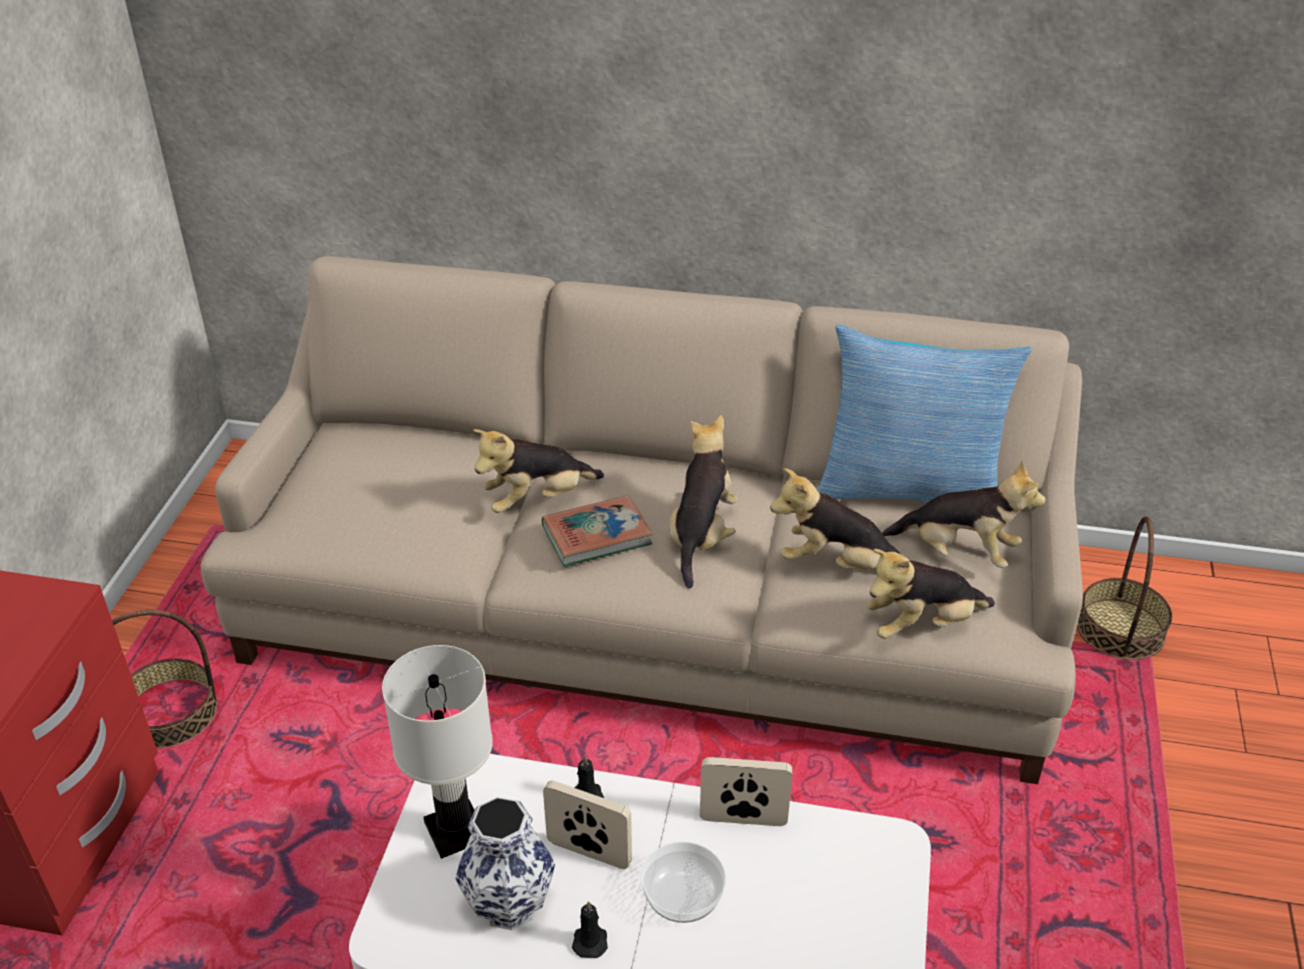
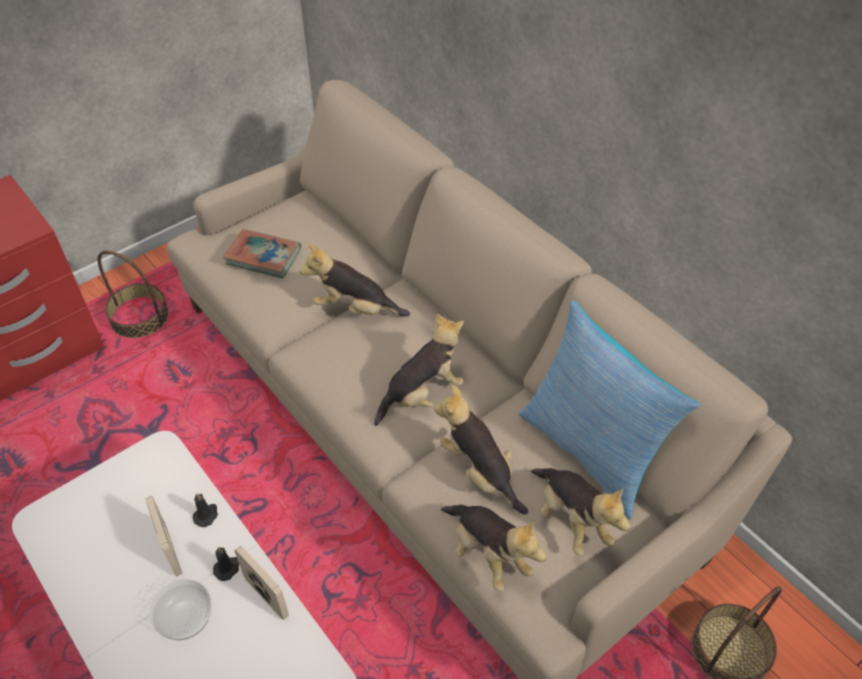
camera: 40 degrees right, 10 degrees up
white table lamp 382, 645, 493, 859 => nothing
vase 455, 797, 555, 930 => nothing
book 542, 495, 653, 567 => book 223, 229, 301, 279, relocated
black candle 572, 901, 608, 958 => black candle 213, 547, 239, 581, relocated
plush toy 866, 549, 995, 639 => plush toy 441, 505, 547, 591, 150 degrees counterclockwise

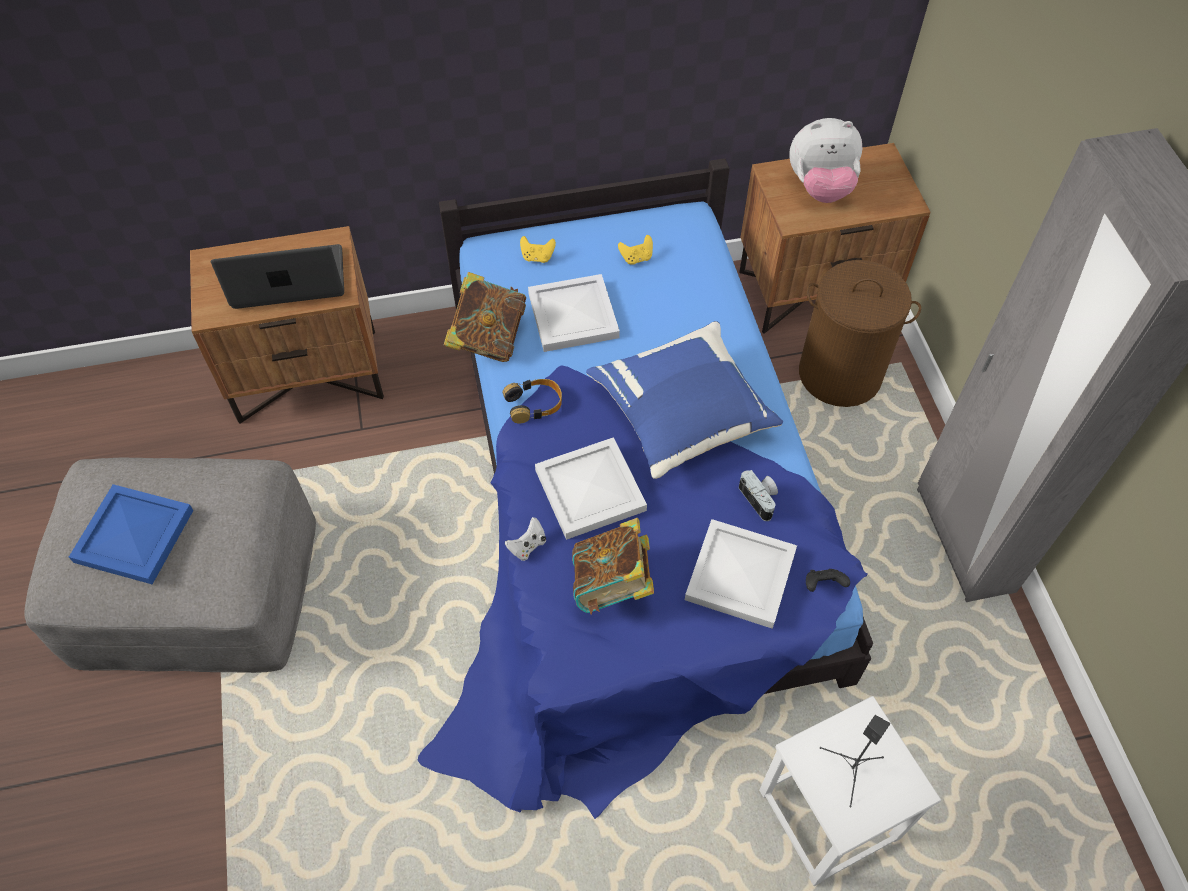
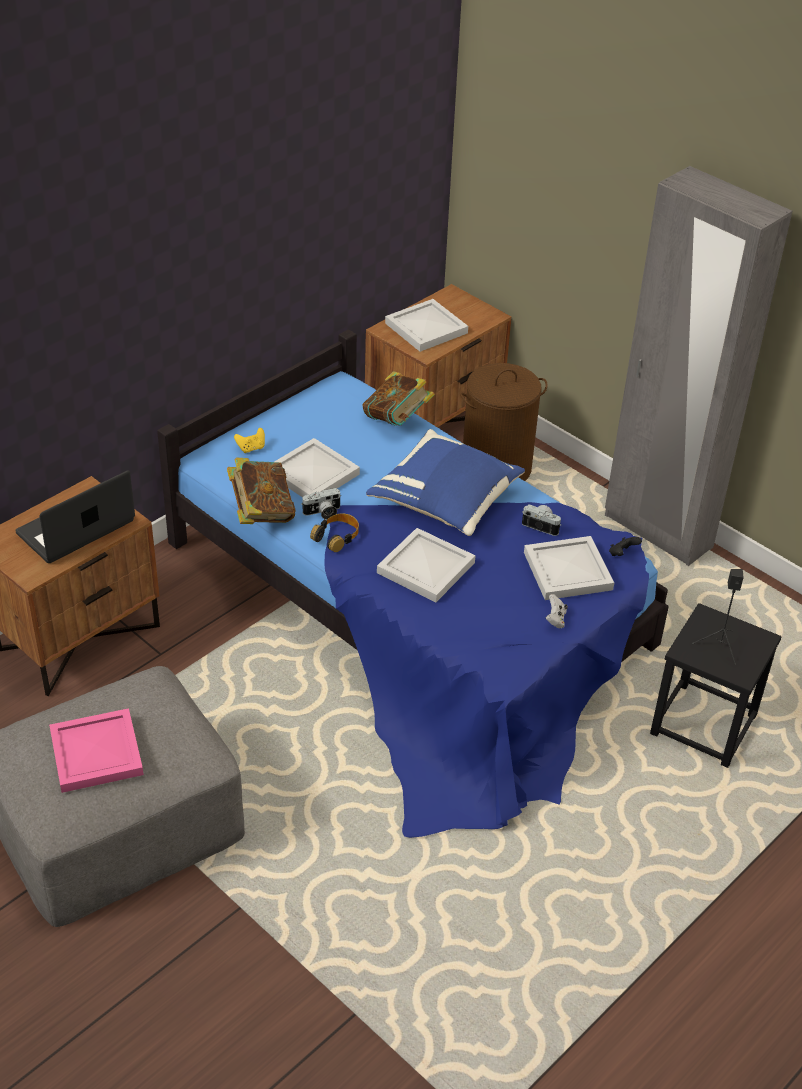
camera: 35 degrees left, 15 degrees down
yellow game controller 618, 235, 653, 265 => nothing
nothing => photo camera 301, 488, 340, 520
white game controller 505, 517, 546, 561 => white game controller 546, 594, 568, 628, relocated
book 572, 518, 654, 615 => book 362, 371, 435, 426, relocated
plush toy 789, 118, 862, 203 => white tray 385, 299, 468, 352
blue tray 69, 484, 194, 584 => pink tray 49, 708, 144, 793
white stool 759, 696, 941, 886 => black stool 650, 603, 781, 768

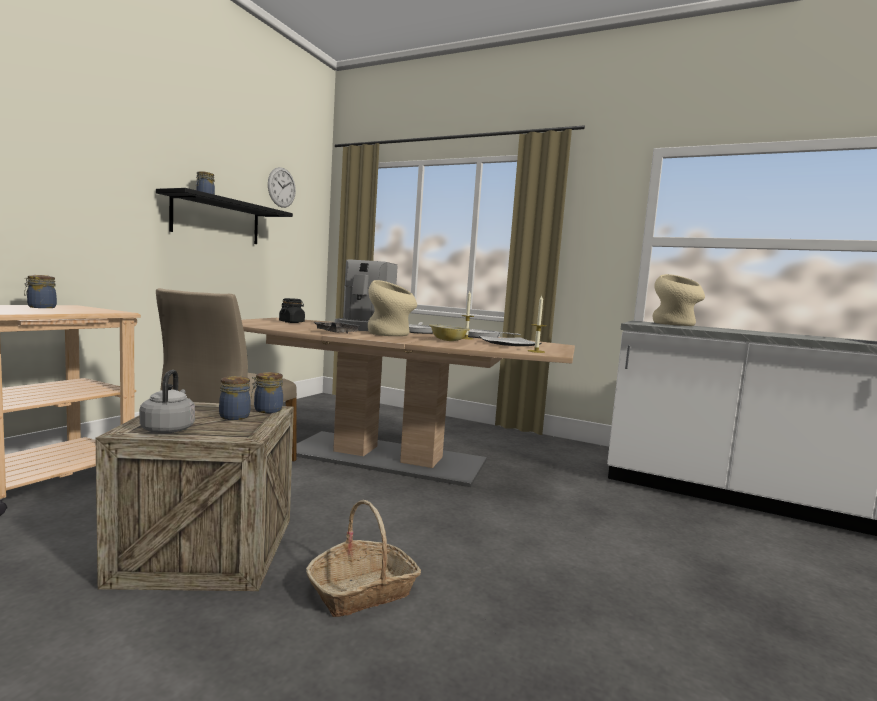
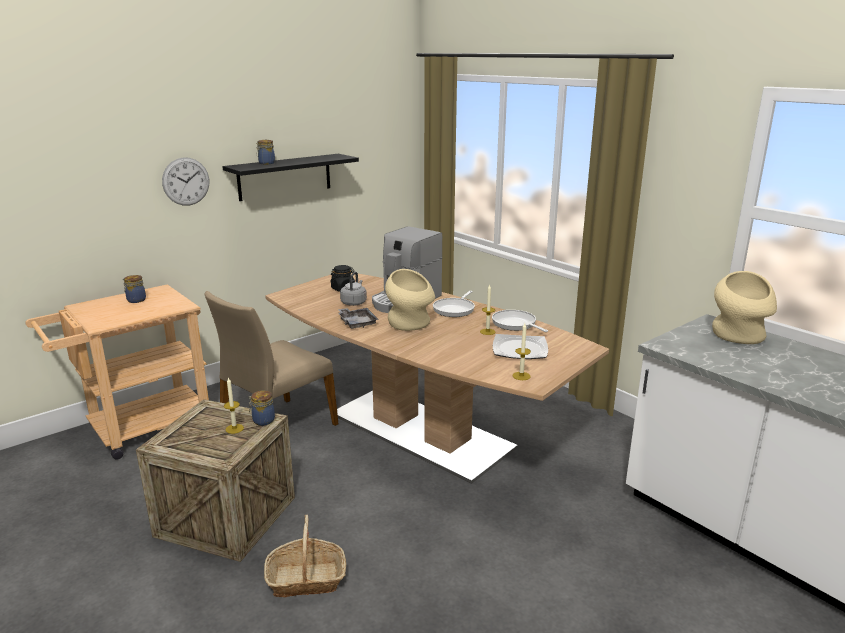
camera: 25 degrees right, 15 degrees up
bowl 429, 324, 470, 341 => nothing
grey kettle 140, 370, 195, 433 => grey kettle 340, 272, 367, 306, relocated
wall clock 268, 167, 296, 208 => wall clock 162, 157, 209, 206, relocated
jar 219, 376, 251, 420 => candle 224, 378, 244, 434

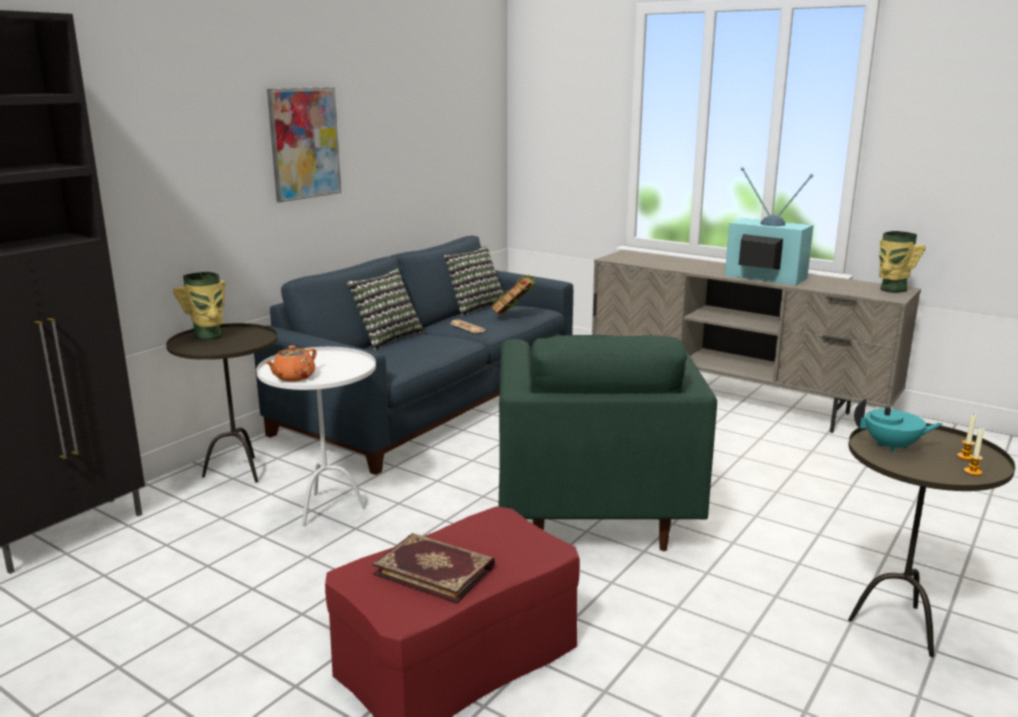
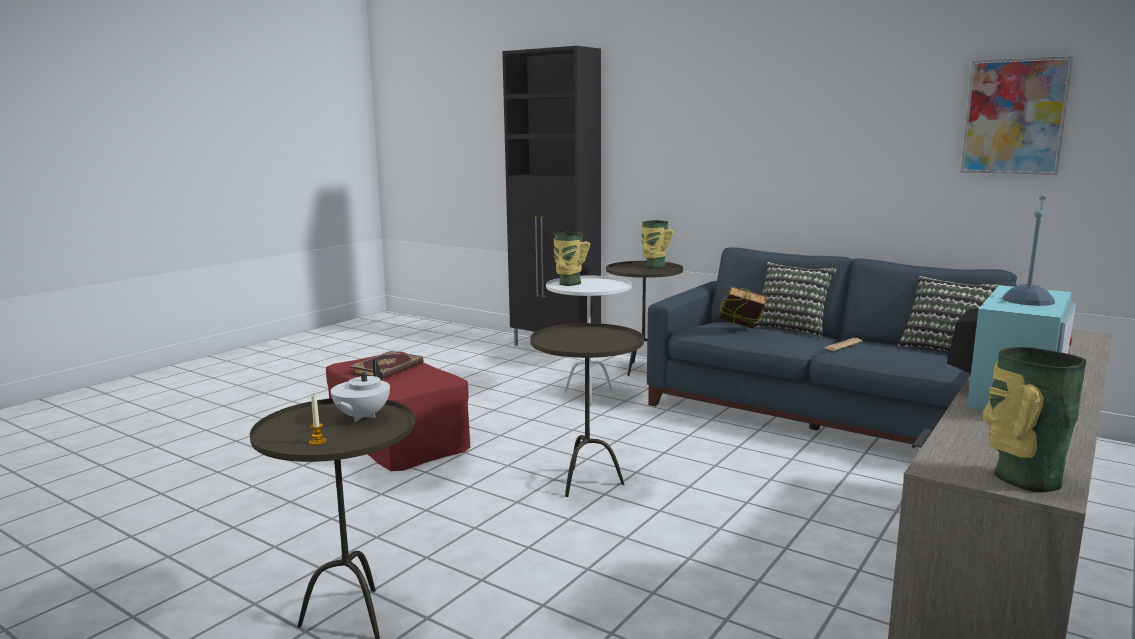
camera: 90 degrees right, 5 degrees down
candle 964, 428, 984, 476 => nothing
picture 267, 87, 341, 202 => picture 961, 56, 1073, 175, relocated
book 491, 275, 536, 315 => book 719, 286, 767, 329, relocated
orange teapot 265, 345, 317, 382 => vase 554, 232, 590, 286
green armchair 498, 335, 717, 551 => brown side table 530, 323, 644, 497
turquoise teapot 854, 398, 943, 453 => white teapot 331, 360, 390, 422

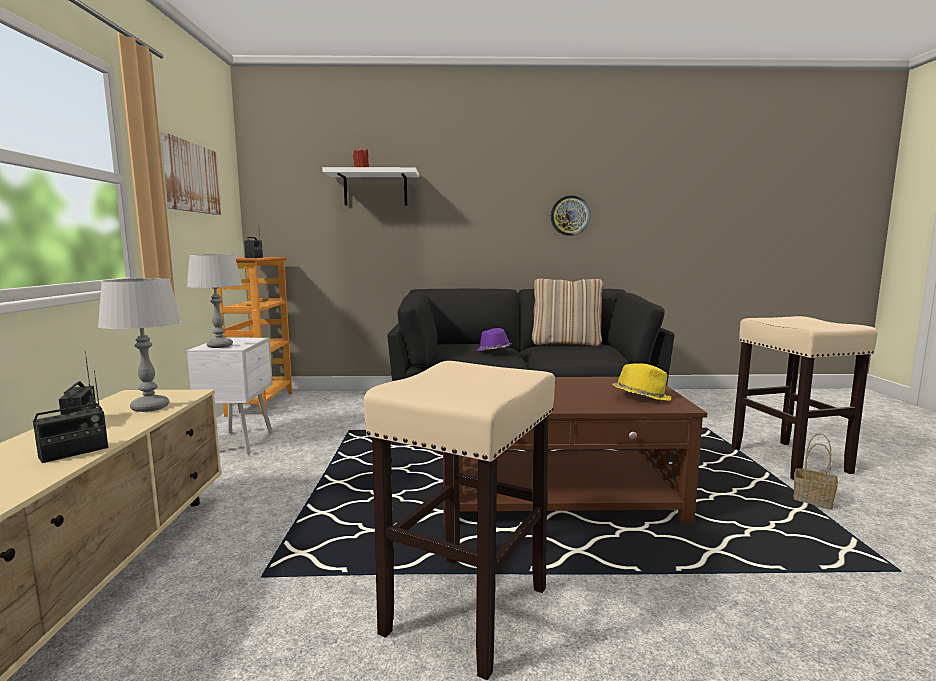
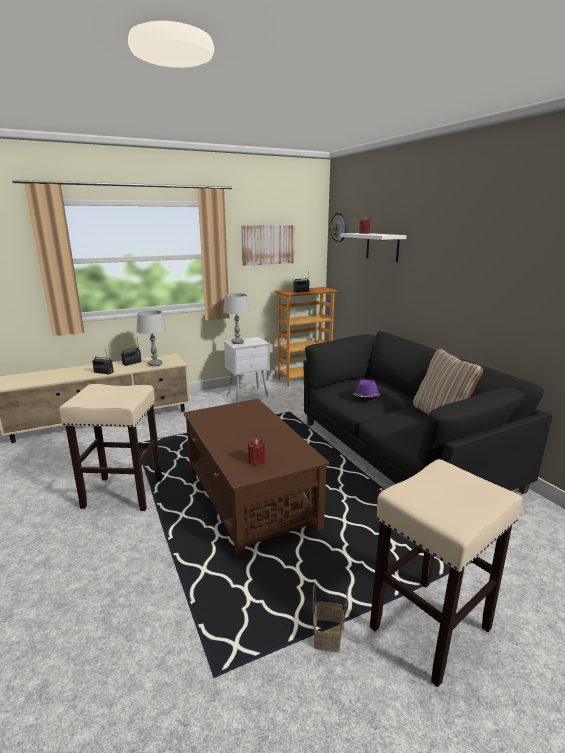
camera: 65 degrees right, 10 degrees up
wall clock 551, 195, 590, 236 => wall clock 330, 213, 347, 242, relocated
yellow hat 612, 363, 671, 401 => red candle 248, 438, 265, 465

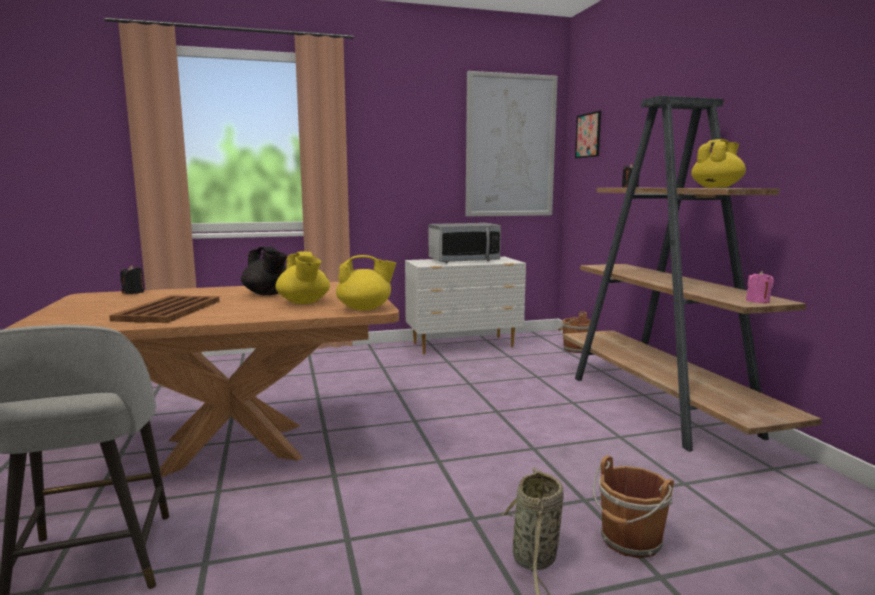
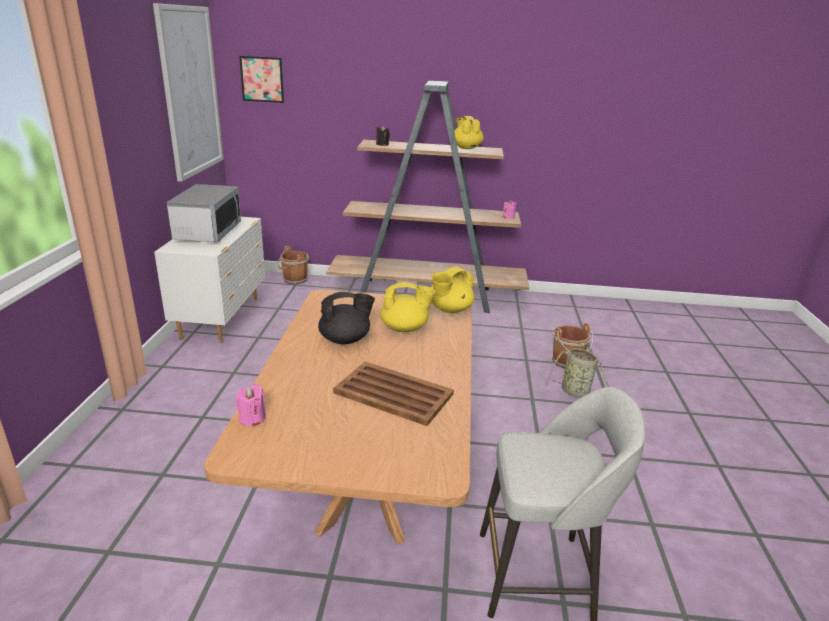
camera: 70 degrees left, 15 degrees up
black candle 120, 265, 144, 294 => pink candle 235, 384, 266, 427
yellow teapot 336, 255, 397, 310 => yellow teapot 430, 266, 474, 313, 150 degrees counterclockwise

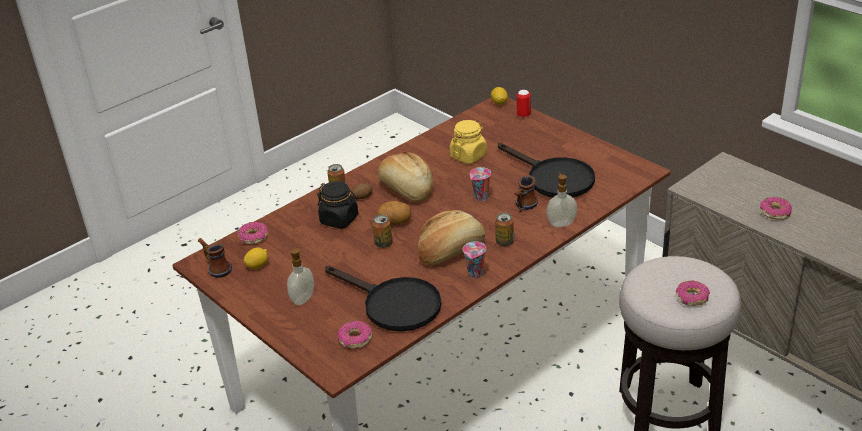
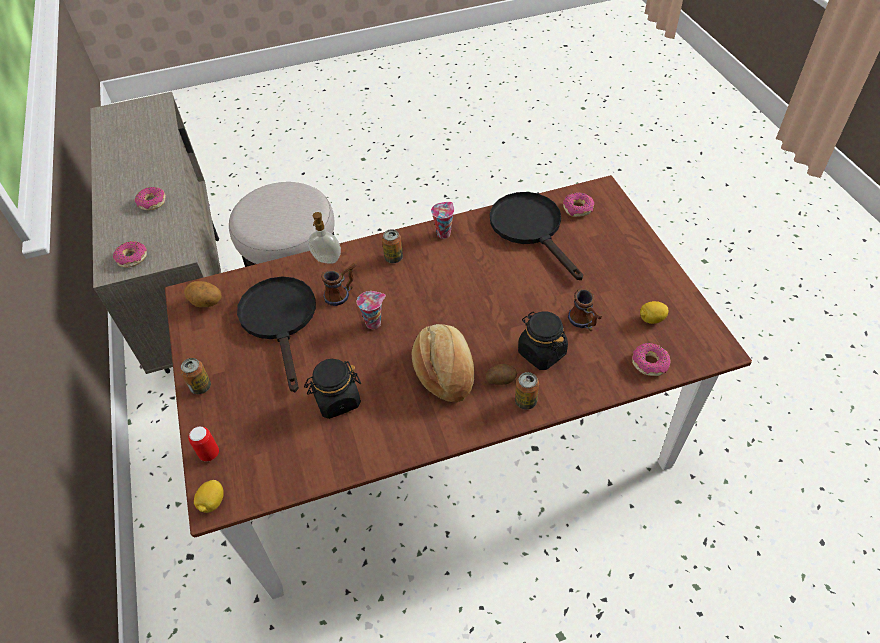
camera: 155 degrees left, 15 degrees up
soap dispenser 287, 248, 314, 305 => nothing
bread 418, 210, 485, 265 => nothing
mug 198, 238, 232, 278 => mug 568, 288, 602, 331, relocated
can 372, 215, 392, 248 => can 180, 358, 211, 394, relocated
potato 377, 201, 412, 225 => potato 184, 281, 222, 307, relocated
donut 676, 281, 710, 306 => donut 113, 241, 147, 268, relocated
yellow jar 450, 120, 487, 164 => black jar 304, 359, 361, 419

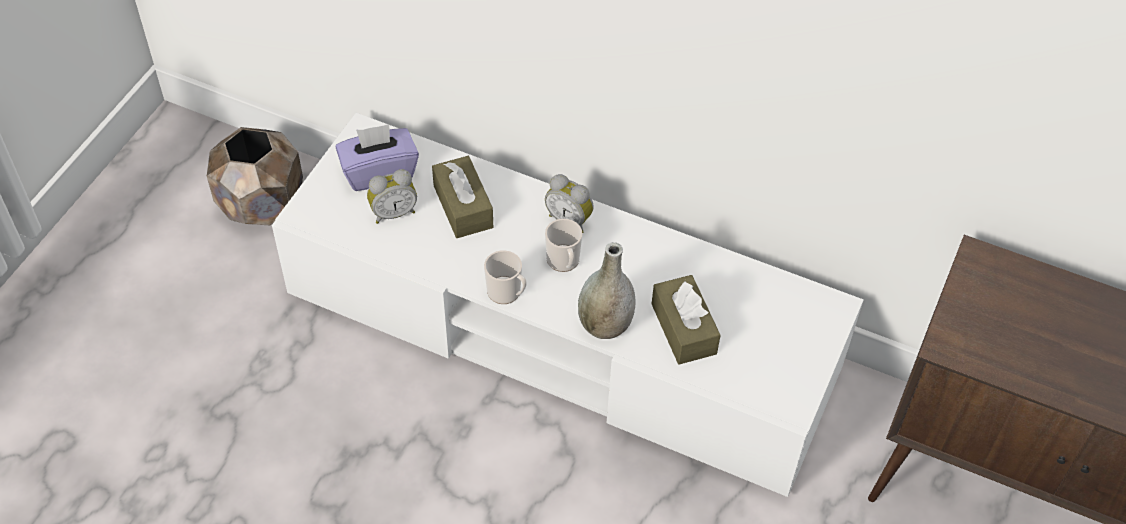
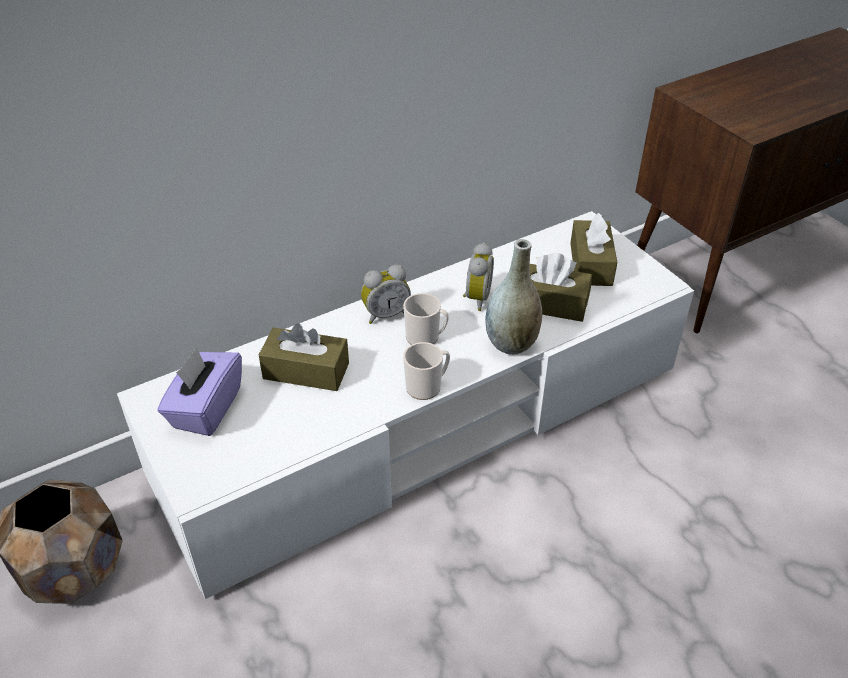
camera: 55 degrees left, 10 degrees down
nothing => brown tissue box 570, 213, 617, 286
alarm clock 367, 169, 417, 224 => alarm clock 463, 243, 494, 311, relocated

